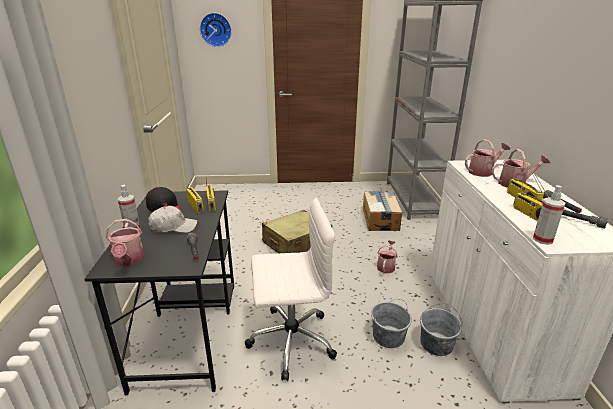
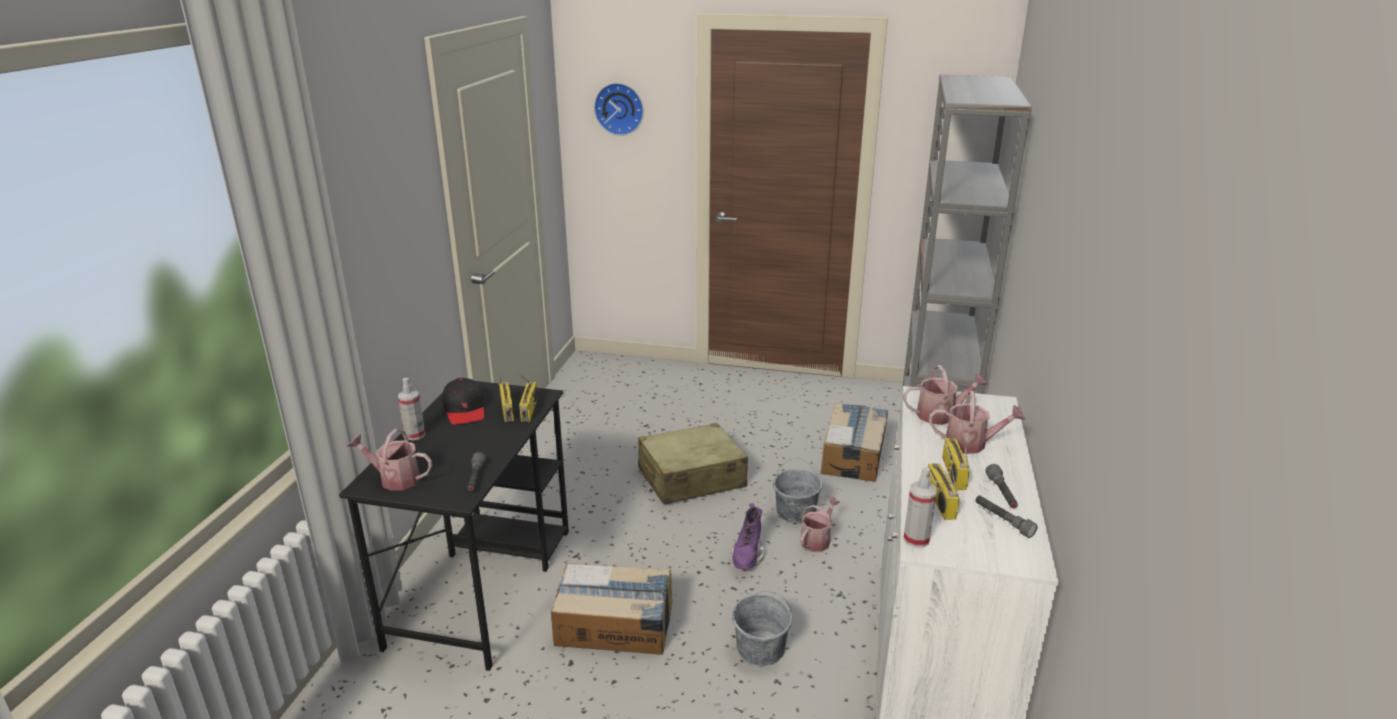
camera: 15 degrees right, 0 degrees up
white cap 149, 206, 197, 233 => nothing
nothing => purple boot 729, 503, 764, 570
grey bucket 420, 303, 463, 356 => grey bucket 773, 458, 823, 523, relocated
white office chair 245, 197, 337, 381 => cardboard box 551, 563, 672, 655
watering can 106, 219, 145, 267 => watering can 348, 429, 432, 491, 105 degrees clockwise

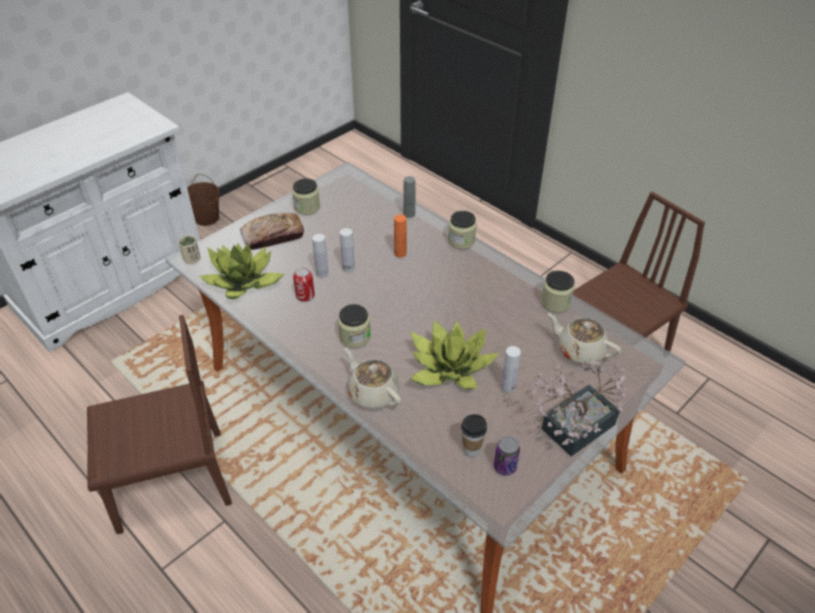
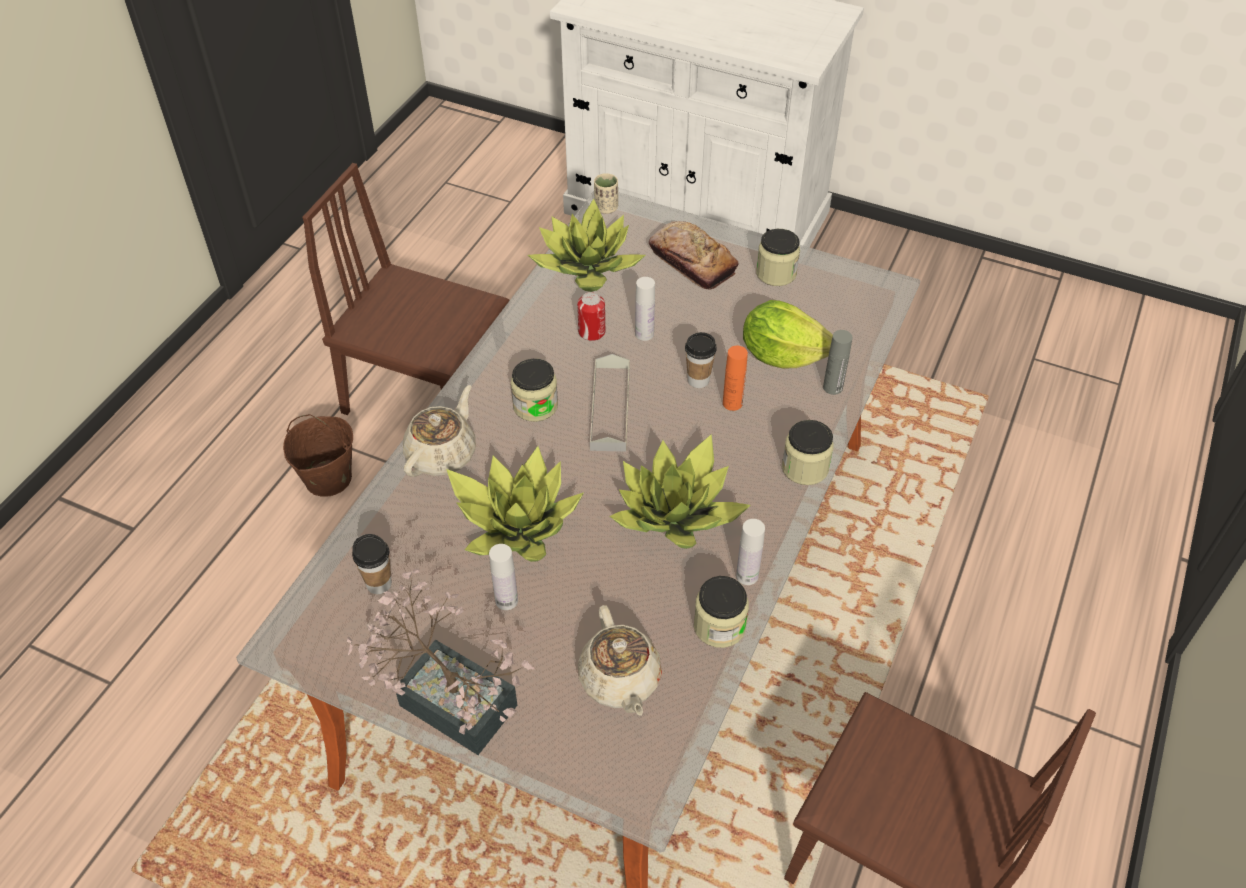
camera: 70 degrees right, 5 degrees up
can 494, 436, 520, 476 => nothing
nothing => grey tray 590, 354, 630, 452
nothing => potted plant 610, 434, 751, 549
nothing => cup 685, 332, 717, 388
nothing => lettuce 743, 300, 833, 368
brown bucket 187, 174, 219, 226 => brown bucket 283, 414, 353, 497, relocated
white bottle 340, 228, 355, 272 => white bottle 736, 519, 765, 585, relocated
brown chair 87, 315, 232, 534 => brown chair 302, 163, 509, 415, 150 degrees clockwise
beige teapot 547, 313, 621, 364 => beige teapot 578, 605, 662, 716, 150 degrees clockwise

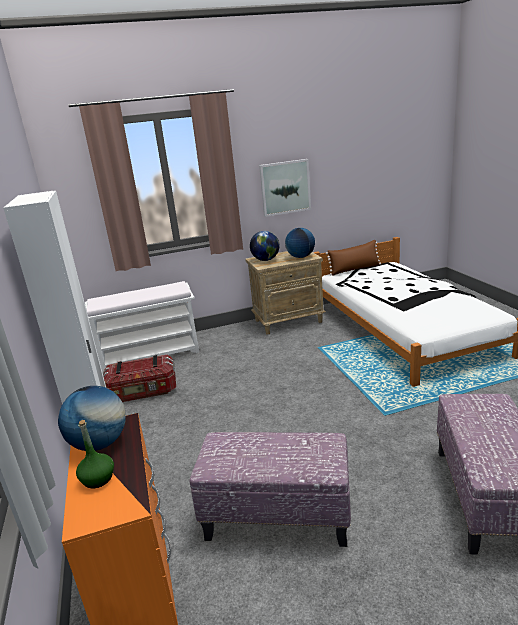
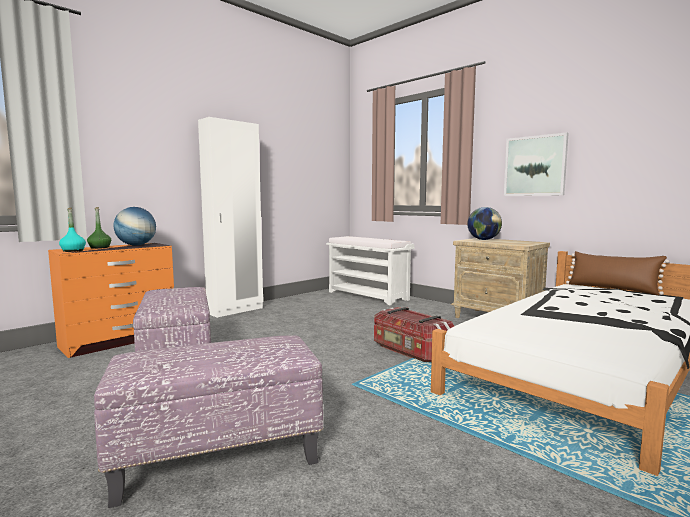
camera: 60 degrees right, 15 degrees down
globe 285, 228, 315, 258 => nothing
nothing => turquoise bottle 59, 208, 86, 252
storage box 103, 355, 176, 402 => storage box 374, 307, 454, 362, relocated

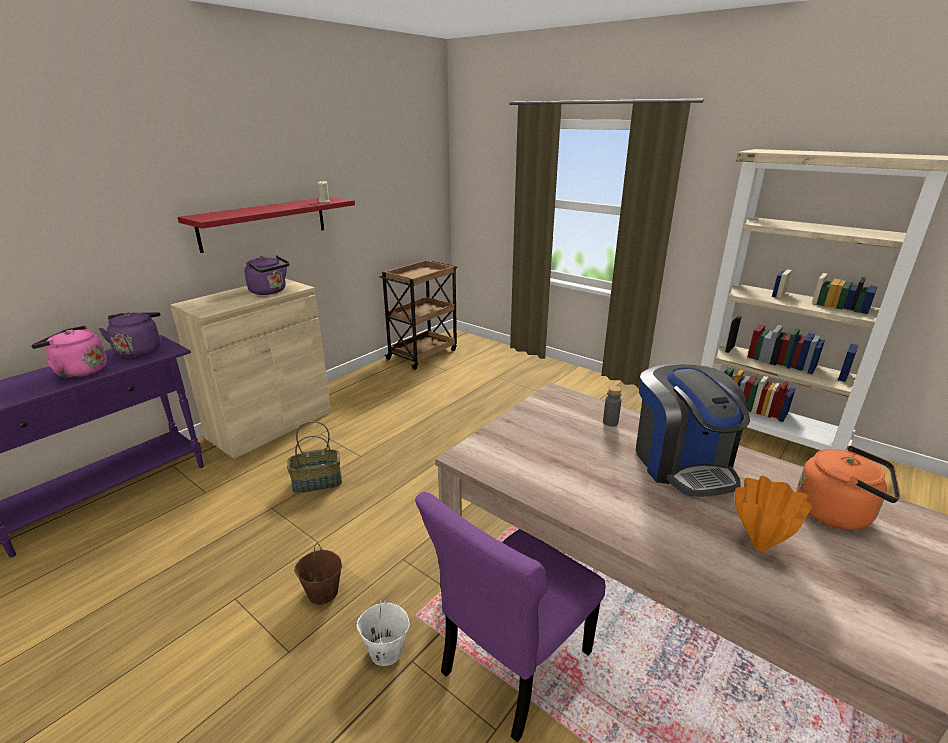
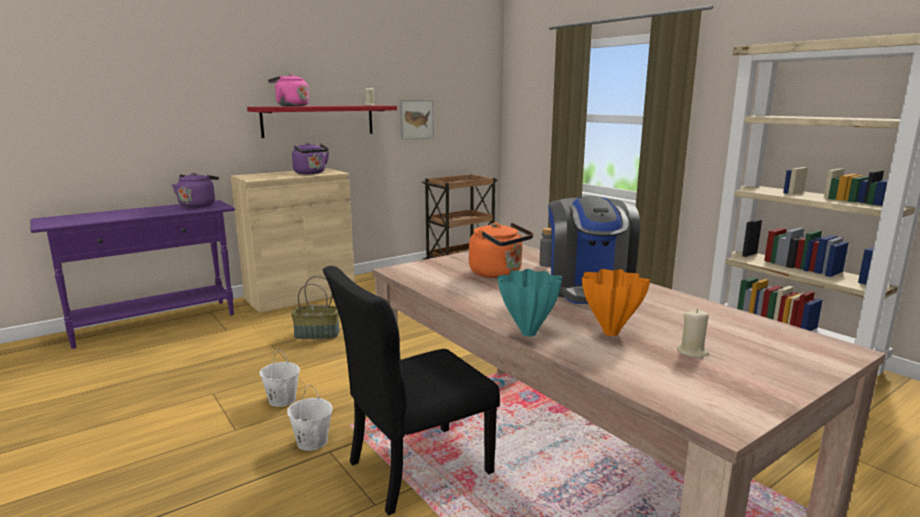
camera: 15 degrees right, 10 degrees down
nothing => picture 400, 100, 434, 140
nothing => turquoise vase 497, 269, 562, 337
nothing => beige candle 677, 309, 709, 358
pink kettle 31, 325, 107, 378 => pink kettle 268, 74, 309, 106, relocated
orange kettle 797, 446, 900, 530 => orange kettle 469, 223, 533, 278, relocated
brown bucket 294, 543, 342, 605 => white bucket 260, 350, 300, 407
purple chair 415, 492, 605, 743 => black chair 323, 266, 500, 516

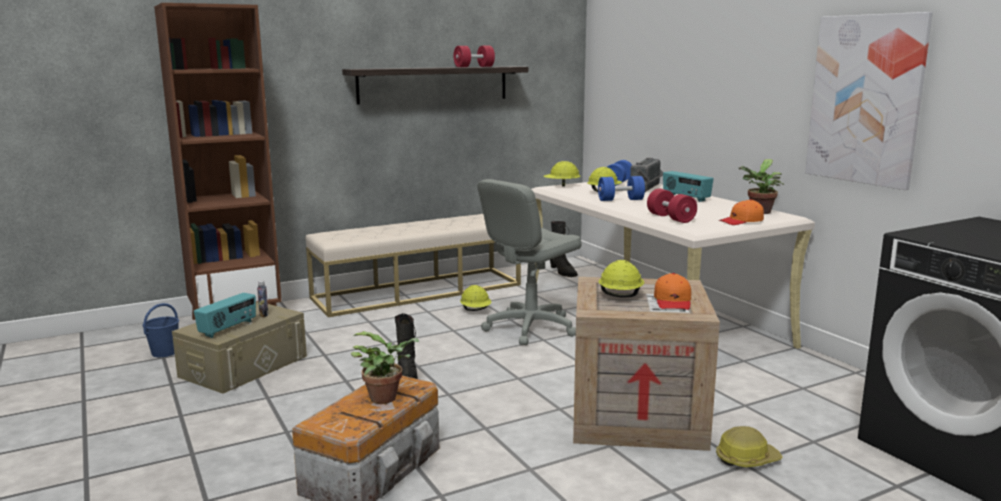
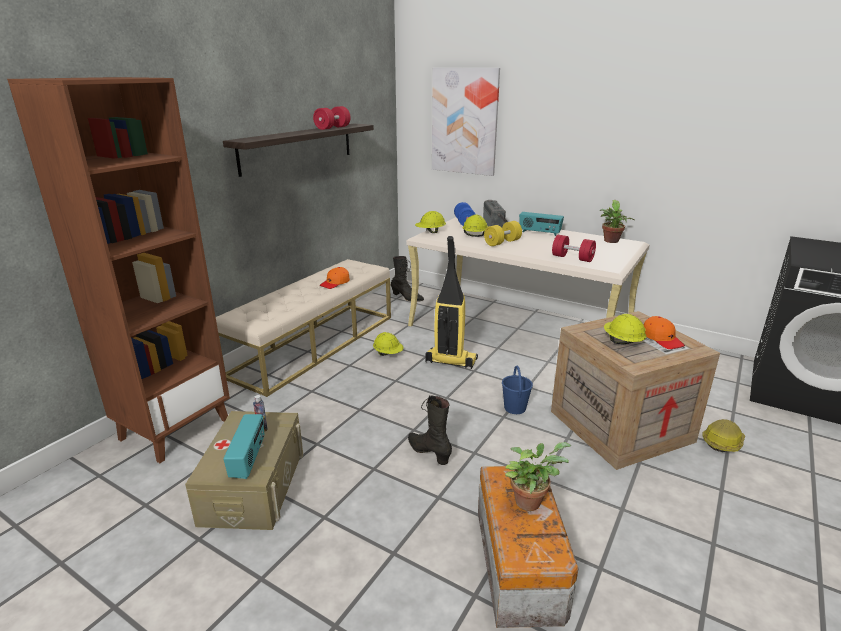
camera: 30 degrees left, 10 degrees up
blue bucket 143, 303, 179, 357 => blue bucket 502, 366, 533, 414, relocated
orange cap 718, 199, 764, 225 => orange cap 319, 267, 350, 289, relocated
picture 805, 12, 933, 190 => picture 432, 68, 500, 176, relocated
grey office chair 478, 179, 582, 345 => vacuum cleaner 426, 236, 478, 369
blue dumbbell 598, 176, 645, 201 => yellow dumbbell 484, 221, 522, 246

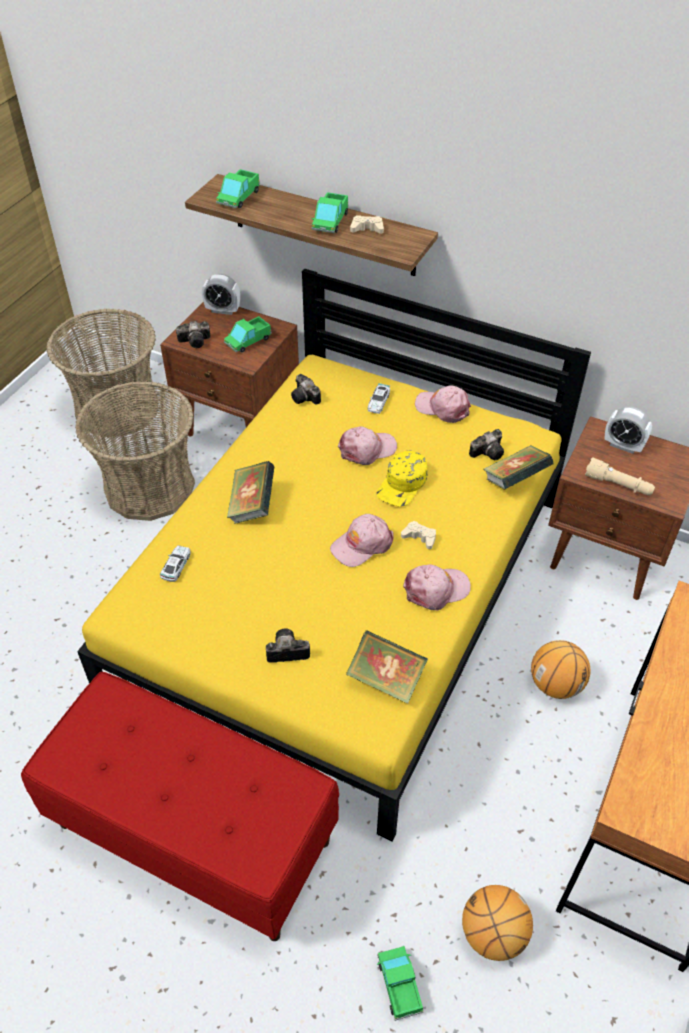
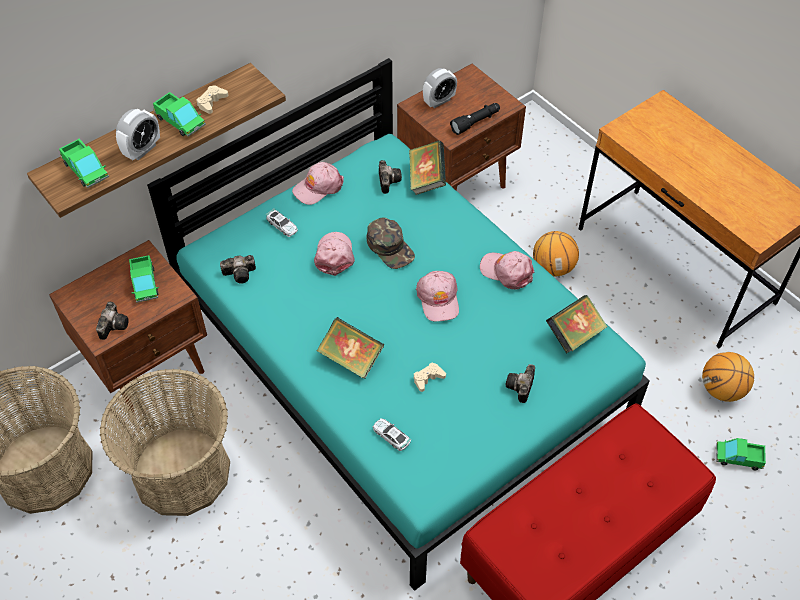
camera: 65 degrees left, 5 degrees up
alarm clock 202, 274, 240, 315 => alarm clock 116, 109, 160, 160, relocated
beige game controller 401, 521, 436, 549 => beige game controller 414, 362, 446, 392, relocated
yellow bed 77, 268, 591, 842 => turquoise bed 147, 58, 650, 591
yellow cap 377, 450, 427, 507 => green cap 367, 218, 415, 269
beige flashlight 585, 458, 655, 495 => black flashlight 450, 103, 500, 135
pink cap 403, 564, 471, 610 => pink cap 480, 251, 535, 290, 60 degrees counterclockwise

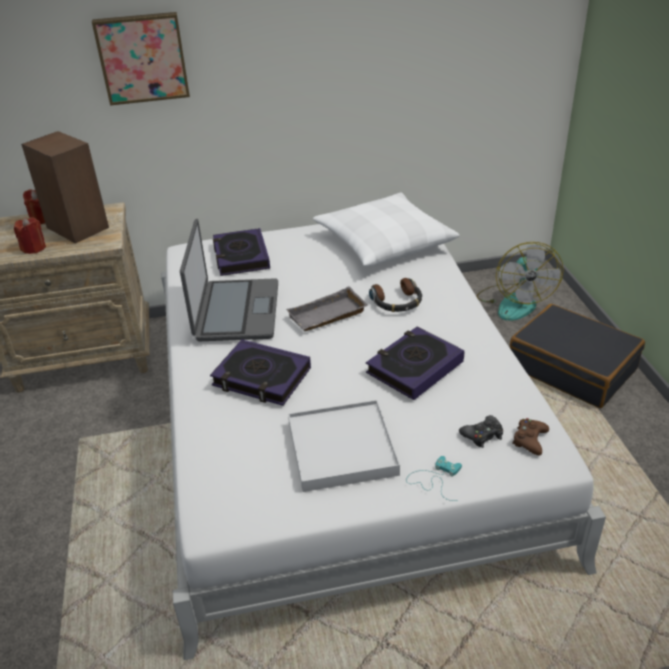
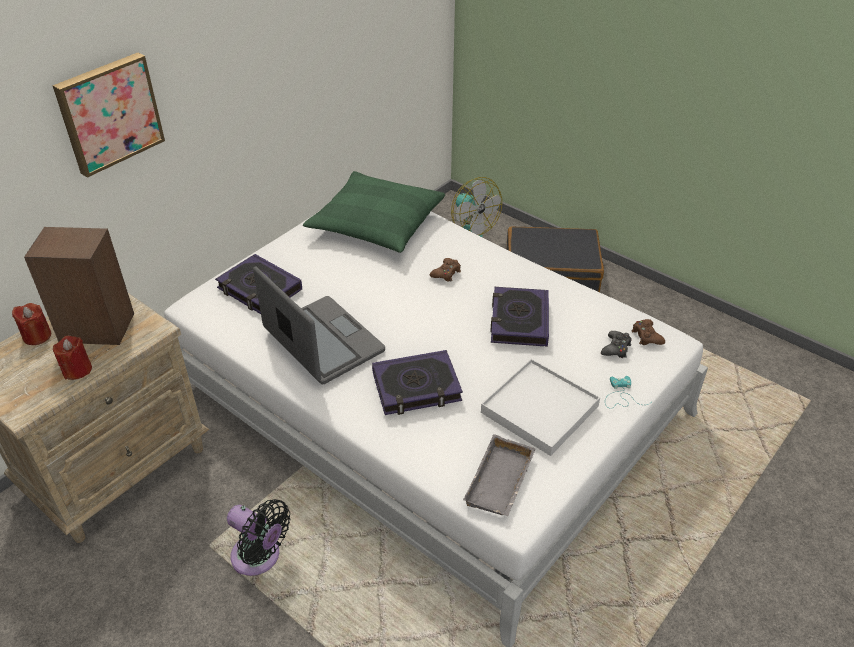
camera: 40 degrees left, 5 degrees up
nothing => black fan 227, 499, 290, 576
grey tray 286, 286, 368, 331 => grey tray 463, 434, 536, 517, relocated
headphones 369, 278, 422, 312 => brown game controller 430, 258, 461, 282
white pillow 313, 192, 460, 267 => green pillow 303, 171, 445, 253

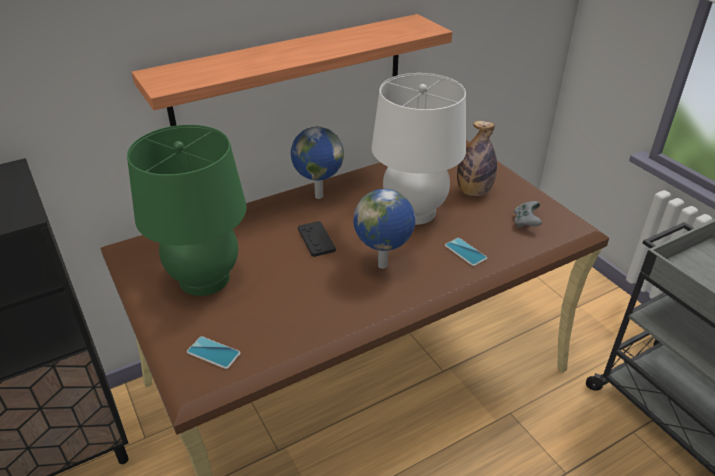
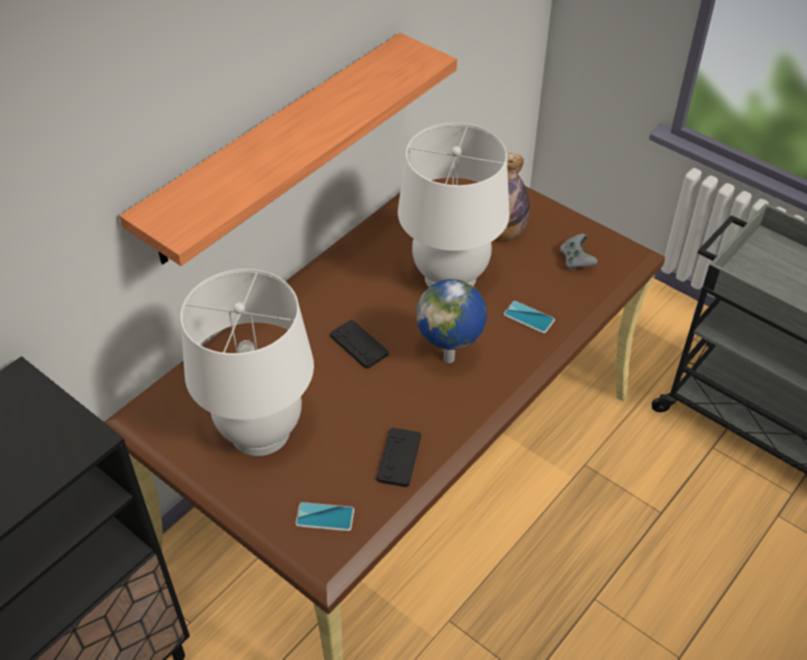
camera: 20 degrees left, 10 degrees up
globe 291, 127, 344, 199 => nothing
nothing => black game controller 377, 428, 421, 487
green table lamp 127, 125, 246, 296 => white table lamp 180, 269, 314, 456

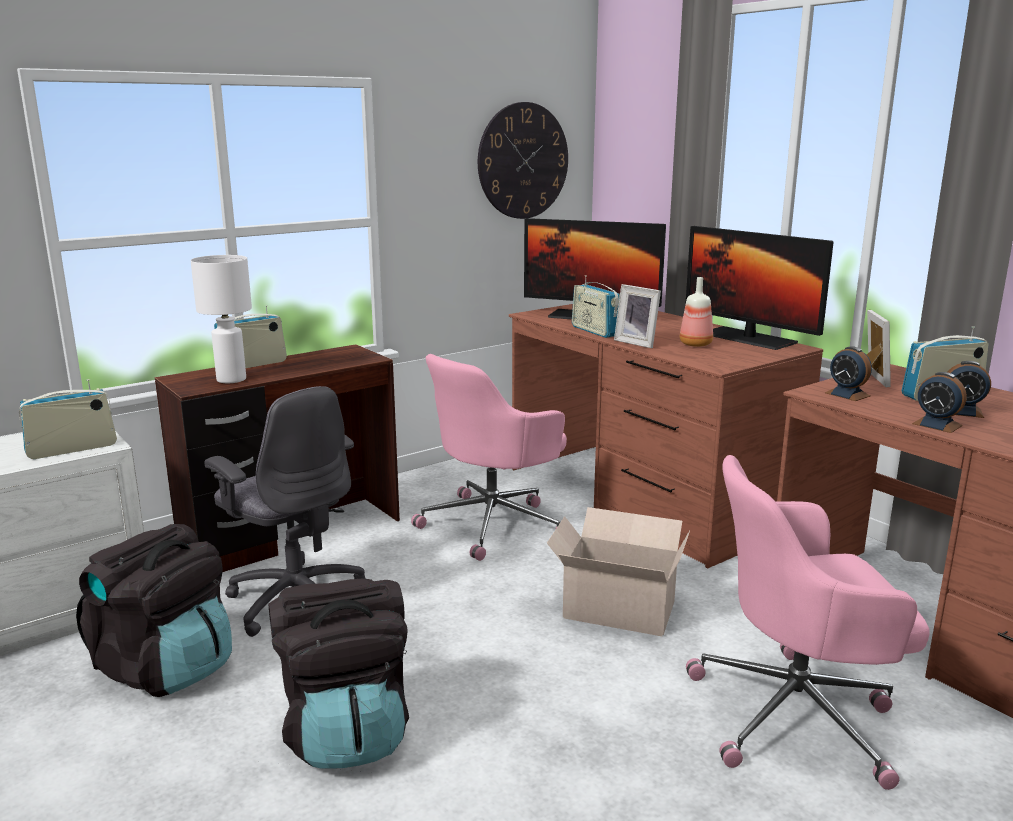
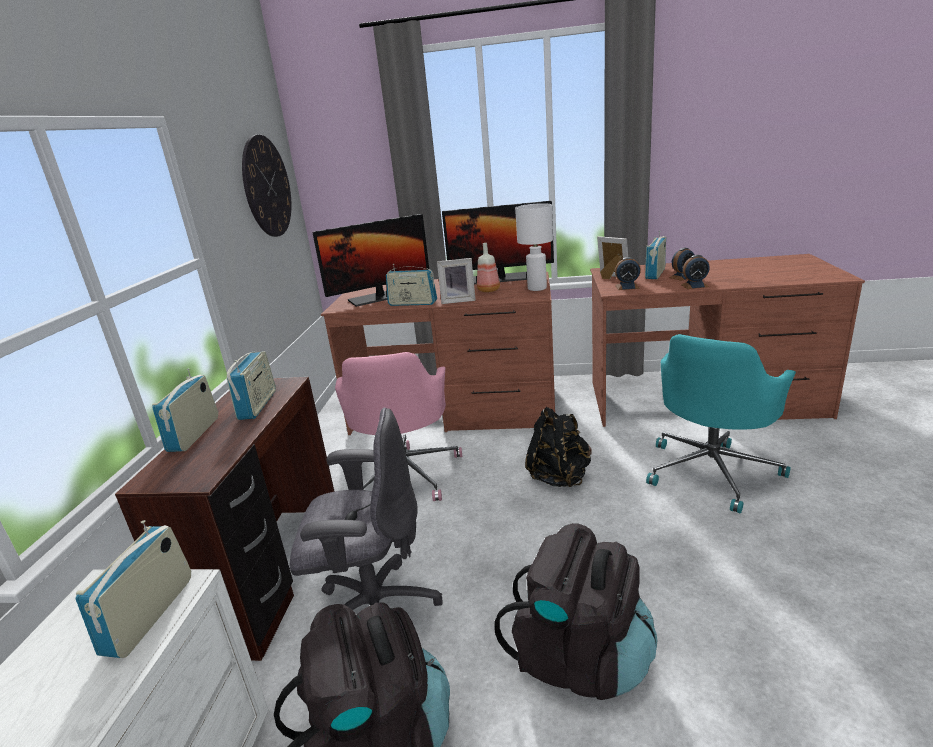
camera: 45 degrees left, 5 degrees up
nothing => radio 227, 351, 276, 420
white table lamp 191, 255, 252, 383 => white table lamp 515, 203, 553, 291, relocated
cardboard box 547, 507, 690, 636 => black backpack 525, 407, 592, 487
pink office chair 686, 455, 930, 790 => turquoise office chair 646, 334, 796, 514

